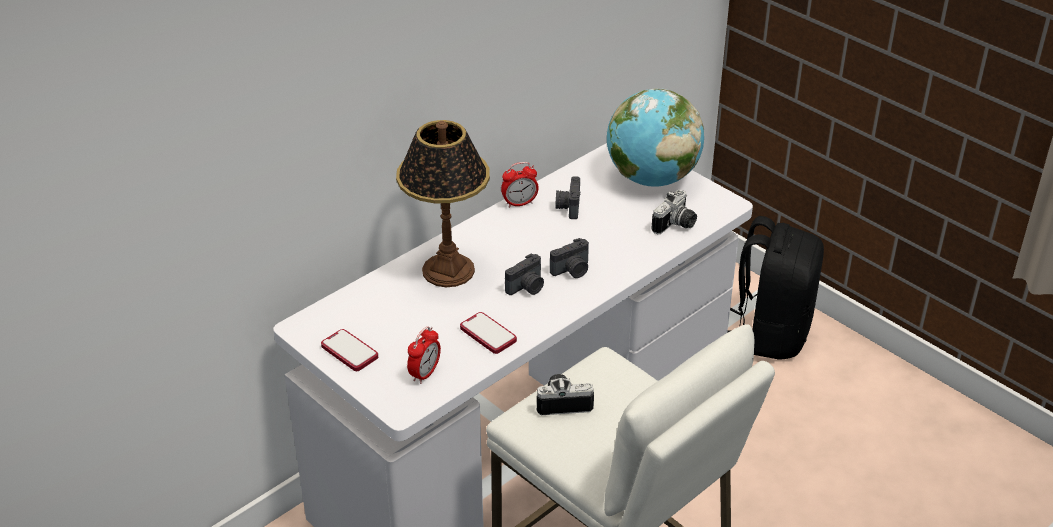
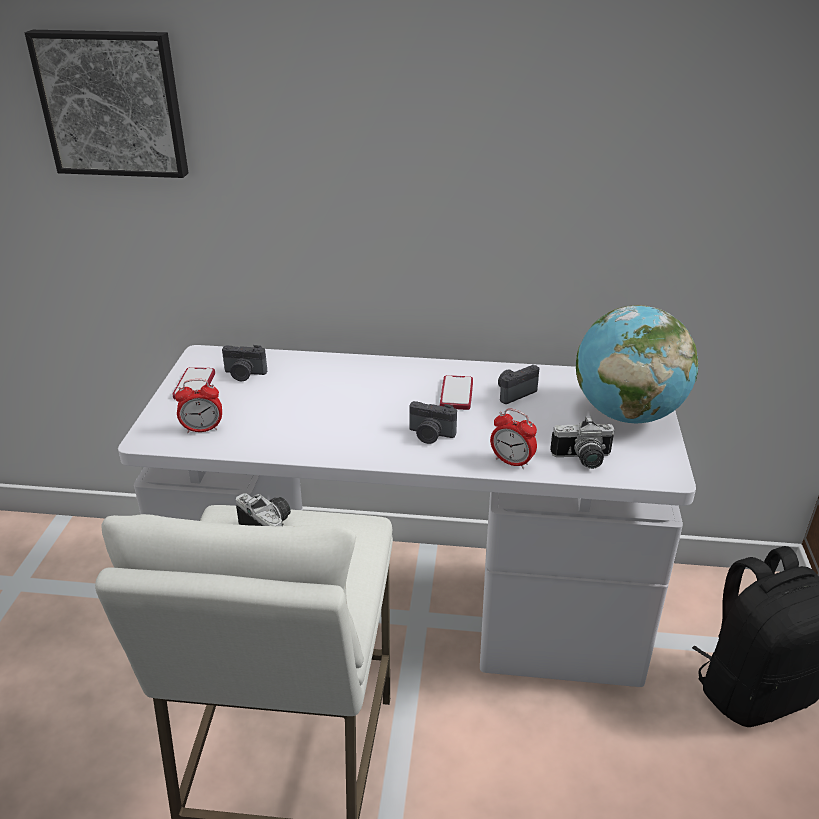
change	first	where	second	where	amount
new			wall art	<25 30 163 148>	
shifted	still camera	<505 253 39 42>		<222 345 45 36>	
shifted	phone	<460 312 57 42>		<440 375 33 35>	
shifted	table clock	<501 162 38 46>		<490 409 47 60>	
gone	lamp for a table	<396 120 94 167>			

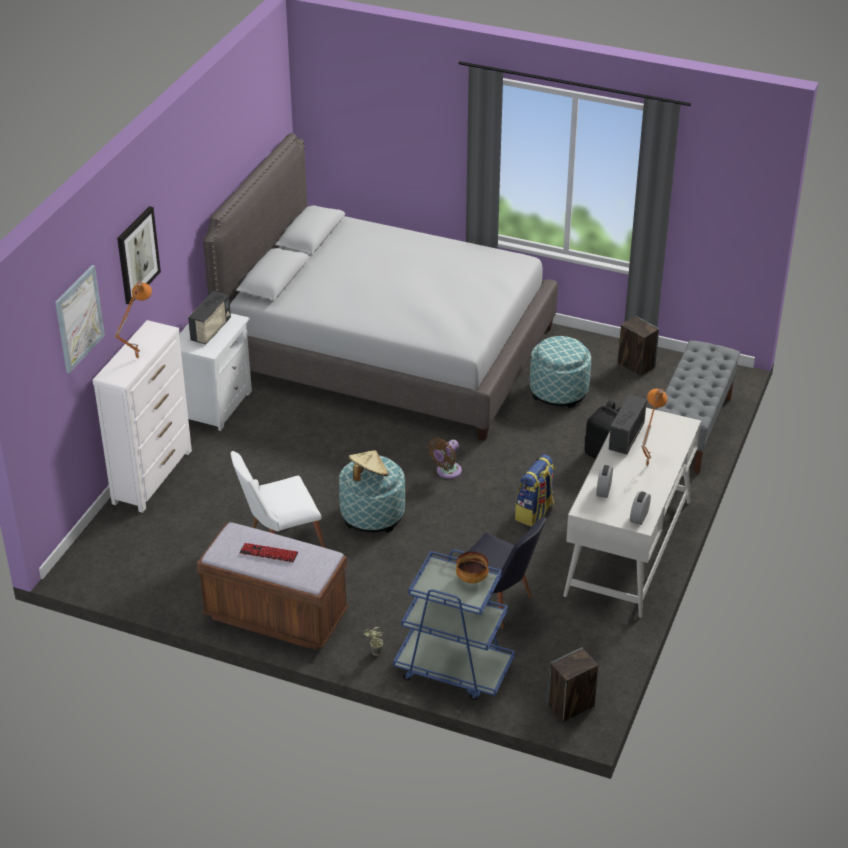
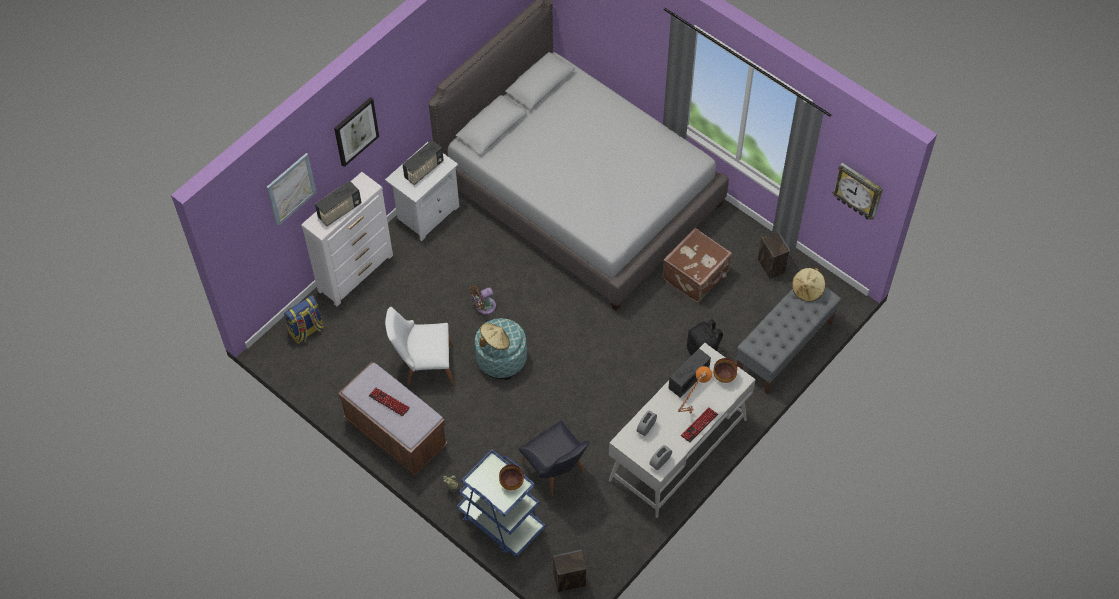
change	first	where	second	where	amount
shifted	knapsack	<515 454 40 73>		<284 295 40 49>	
swapped	orangey lamp for a table	<114 281 38 79>	radio	<315 181 46 45>	
shifted	brown electric fan	<428 438 34 41>		<469 285 27 30>	
swapped	pouffe	<530 336 61 72>	brown piece of luggage	<663 228 69 75>	
new			computer keyboard	<681 407 37 36>	
new			serving bowl	<713 358 24 25>	
new			beige-coloured hat	<792 268 34 34>	
new			clock on the wall	<832 162 51 58>	

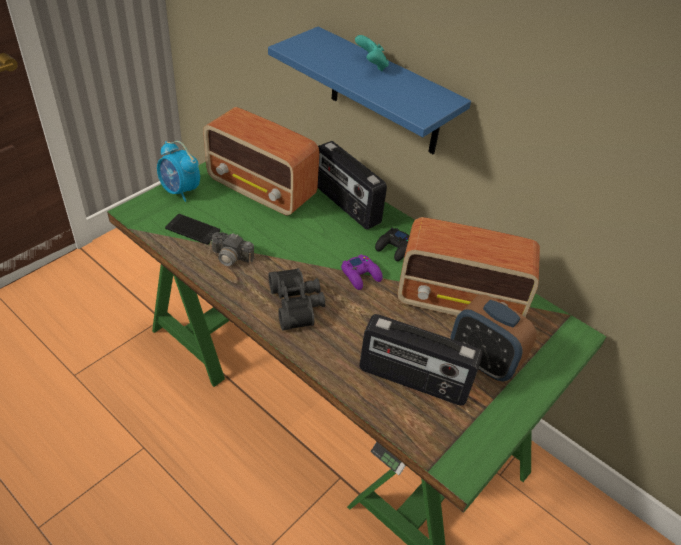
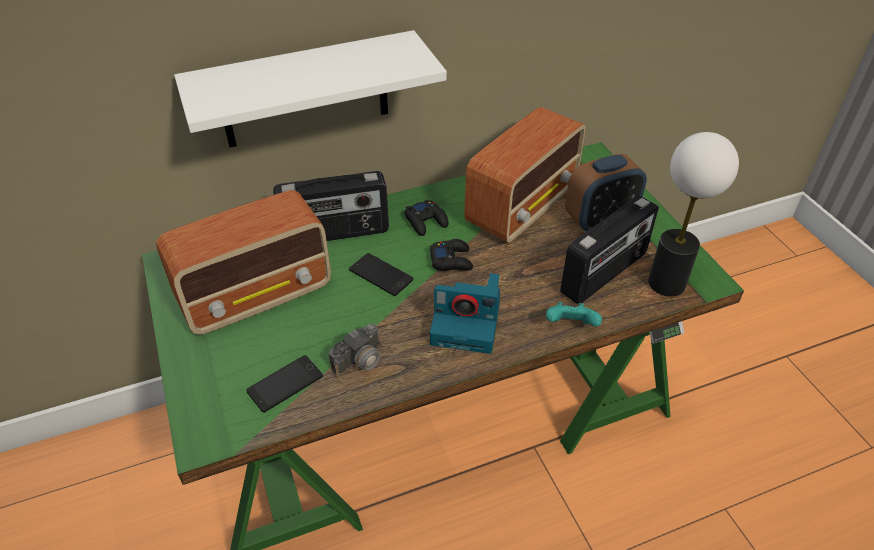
change	first	where	second	where	amount
repainted	blue bracket shelf	<268 26 203 128>	white-coloured bracket shelf	<174 30 273 118>	
new			phone	<349 253 64 43>	
repainted	purple-coloured game controller	<341 254 42 36>	blackish game controller	<430 239 43 32>	
swapped	blackish binoculars	<268 268 57 63>	still camera	<430 273 70 81>	
shifted	turquoise-coloured game controller	<355 35 34 36>		<546 302 56 25>	
new			lamp for a table	<648 132 91 165>	
gone	table clock	<157 141 43 61>			

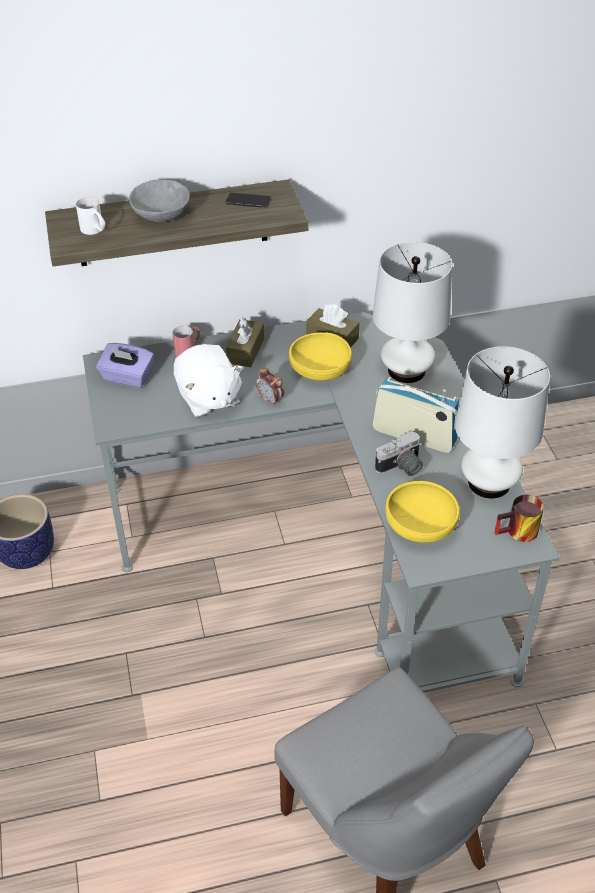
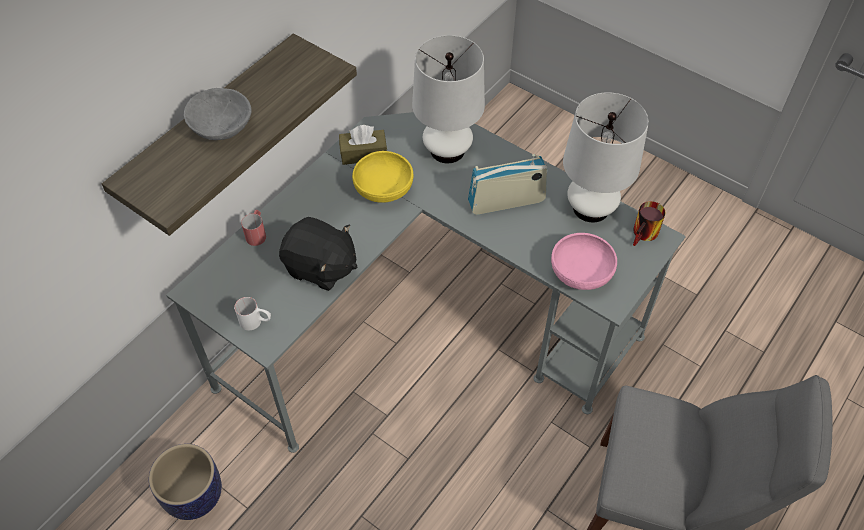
change	first	where	second	where	amount
shifted	white-coloured coffee mug	<76 197 30 38>		<234 297 37 33>	
repainted	white-coloured cuddly toy	<174 344 70 73>	blackish cuddly toy	<279 217 78 74>	
repainted	yellowish serving bowl	<385 481 75 62>	pinkish serving bowl	<551 233 66 57>	
gone	purple-coloured box of tissues	<96 343 58 45>			
gone	phone	<226 193 45 15>			
gone	brown box of tissues	<226 317 38 50>			
gone	table clock	<256 367 28 39>			
gone	still camera	<375 431 48 45>			

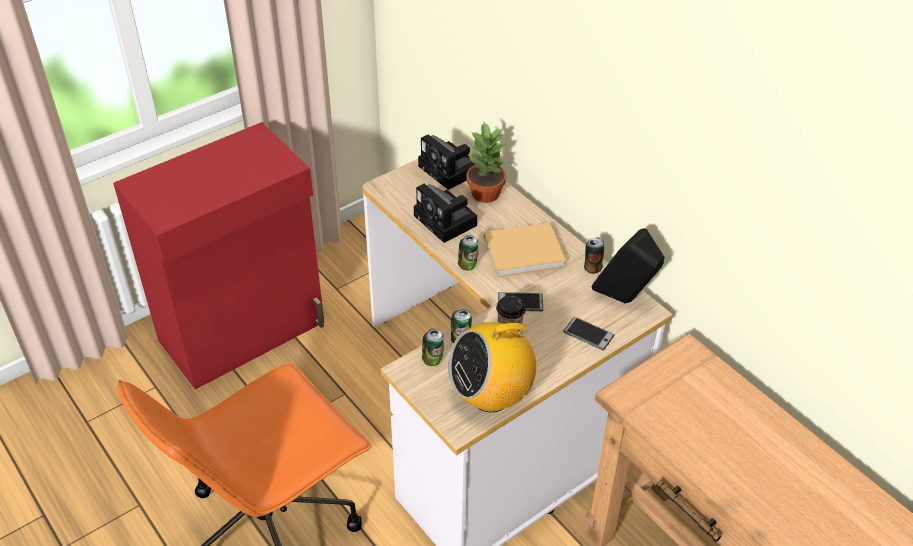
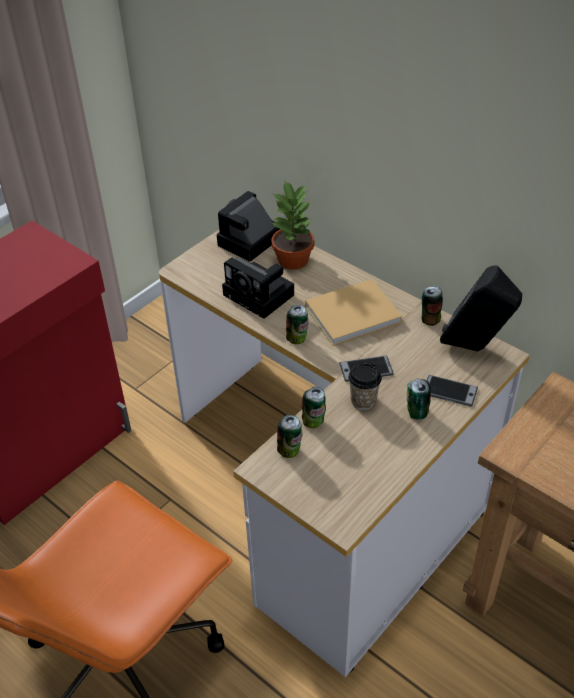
change	first	where	second	where	amount
rotated	still camera	<418 134 58 56>		<217 191 63 71>	90 degrees clockwise
new			sealed can	<407 379 24 40>	
gone	radio	<448 312 88 100>			

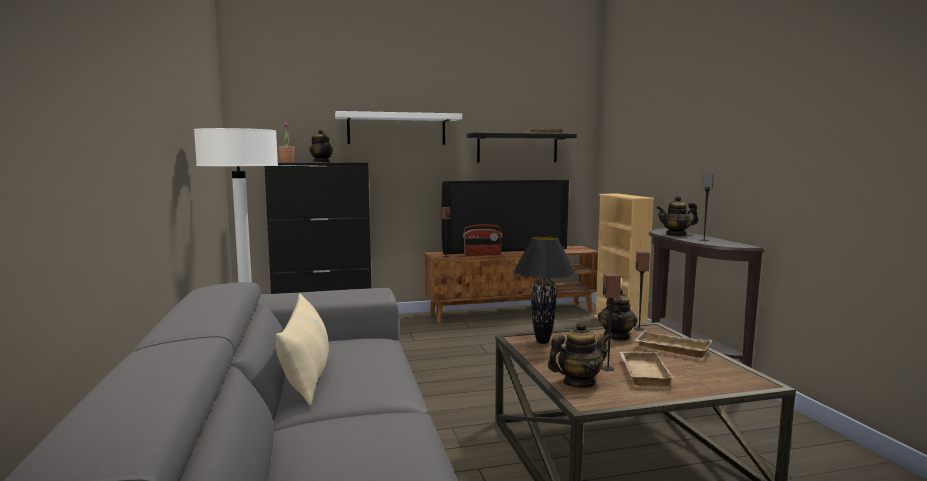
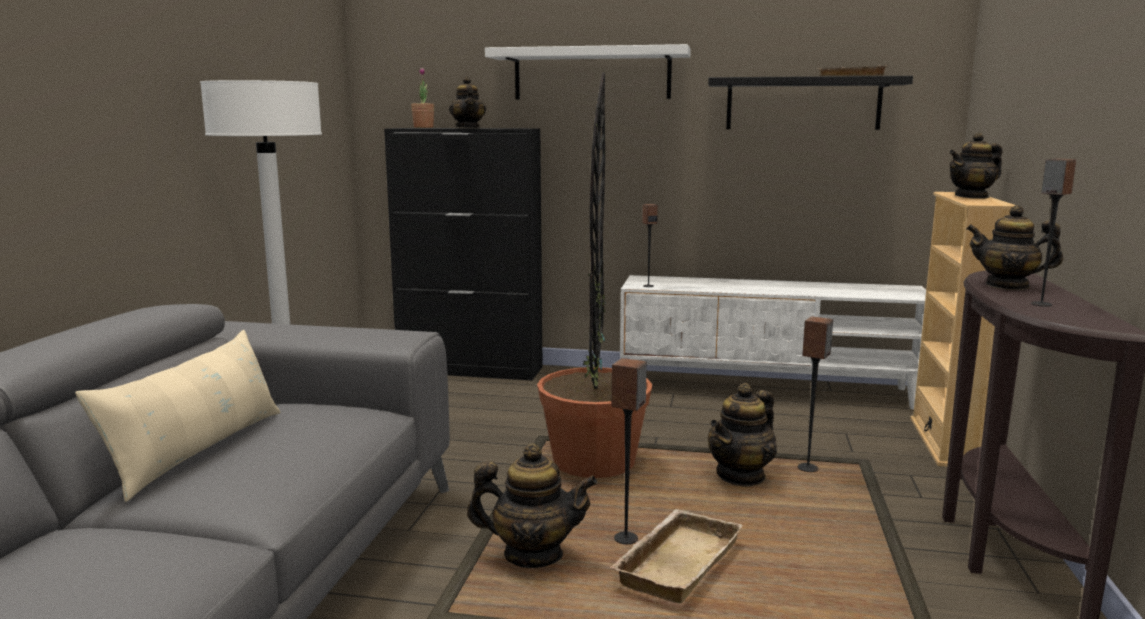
change	first	where	second	where	amount
swapped	blackish lamp for a table	<513 236 63 108>	houseplant	<537 72 115 406>	
repainted	brown tv stand	<424 246 174 77>	white-coloured tv stand	<620 275 306 134>	
new			teapot	<949 132 53 67>	
gone	television	<442 180 127 74>			
gone	radio	<463 224 39 32>			
gone	beige-coloured carrying tray	<635 331 77 27>			

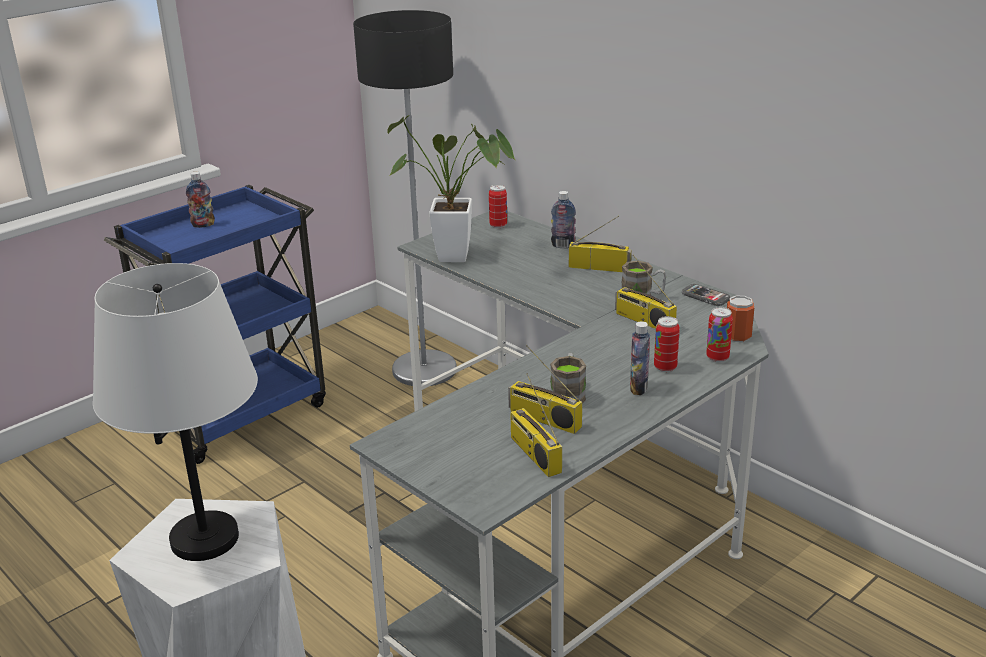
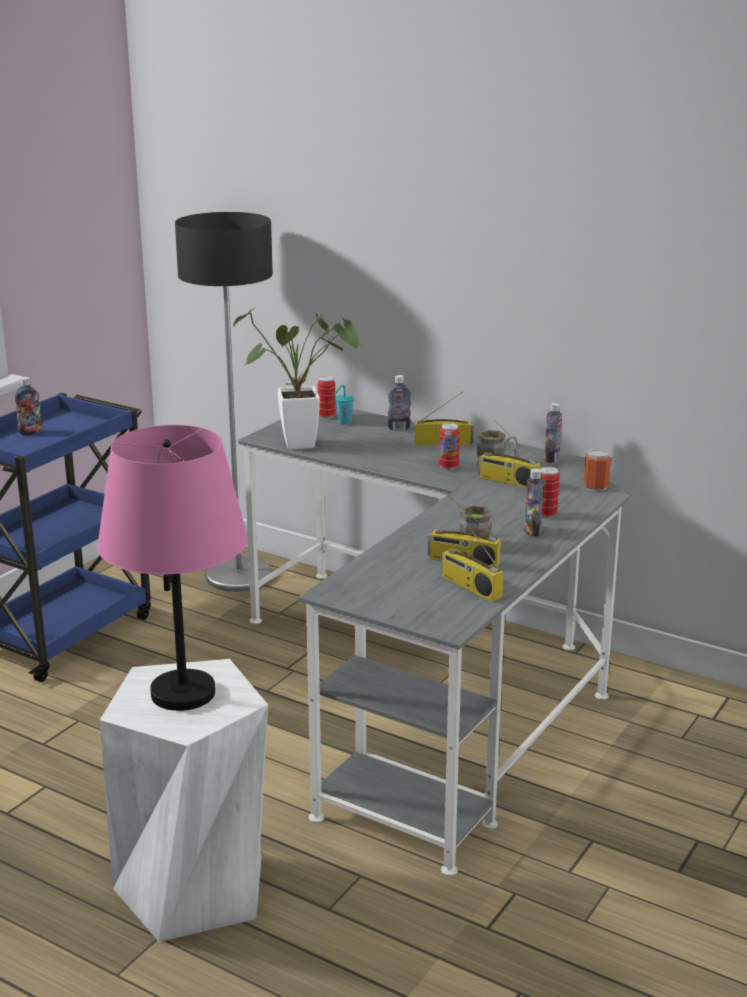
change	first	where	second	where	amount
repainted	white-coloured lamp for a table	<93 263 165 298>	pinkish lamp for a table	<97 425 151 286>	
new			turquoise-coloured small cup	<334 384 20 41>	
shifted	sealed can	<706 307 27 55>		<439 423 21 47>	
swapped	phone	<682 284 49 22>	bottle	<544 403 18 60>	

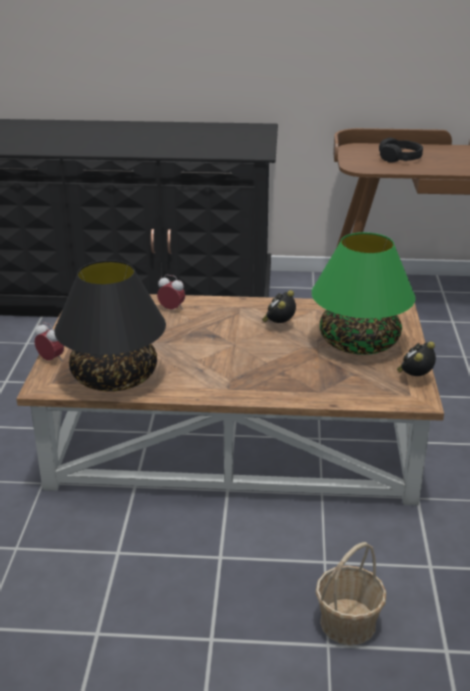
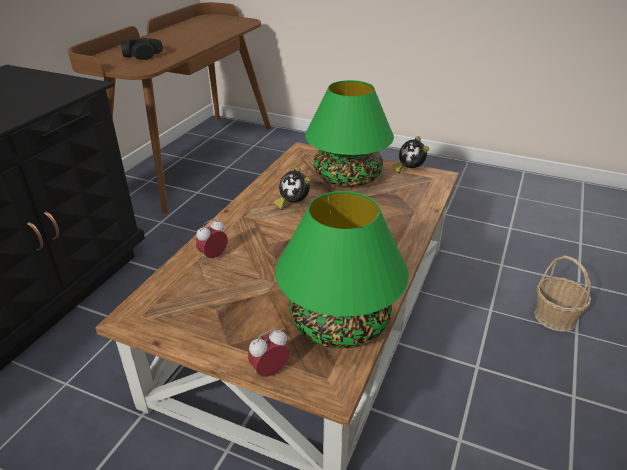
change	first	where	second	where	amount
repainted	blackish lamp for a table	<54 260 112 132>	greenish lamp for a table	<275 191 134 158>	

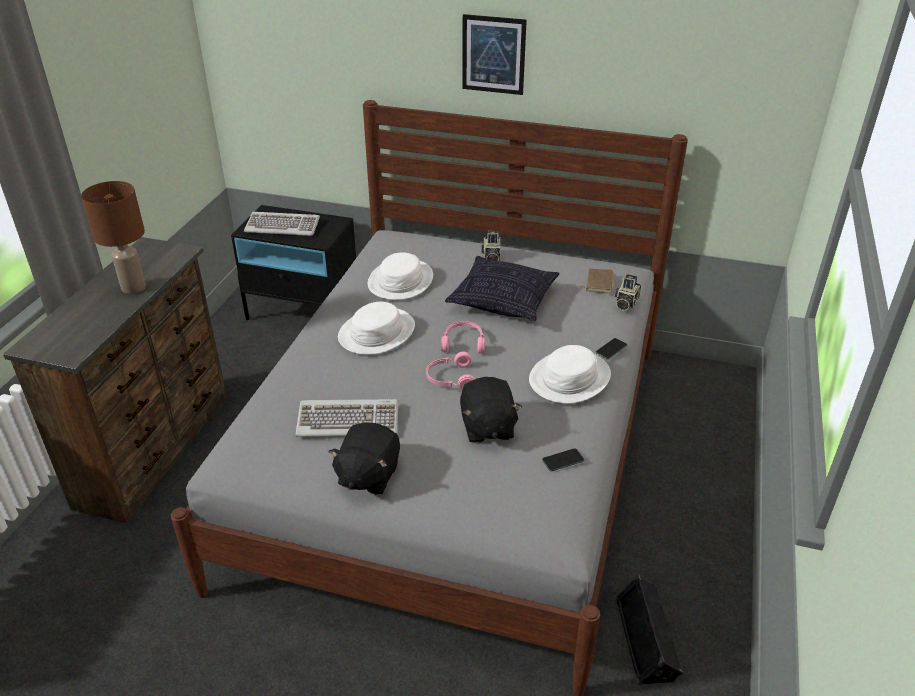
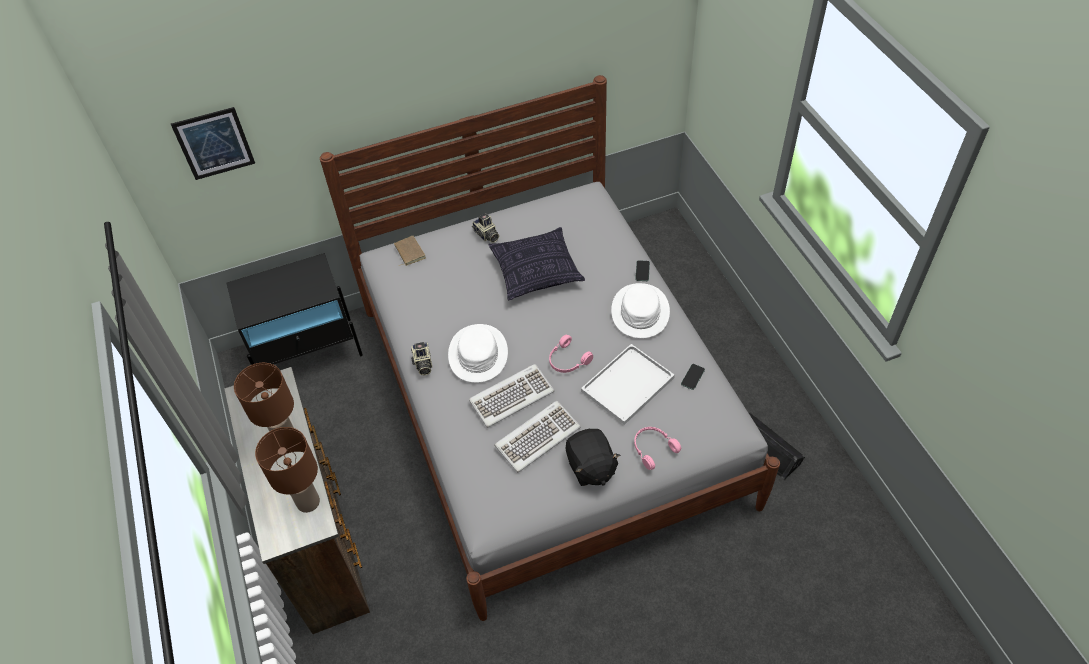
change	first	where	second	where	amount
shifted	wall art	<462 14 65 81>		<171 107 84 73>	
new			brown lamp for a table	<255 427 65 86>	
shifted	brown volume	<579 268 35 26>		<394 236 32 30>	
shifted	still camera	<615 274 26 37>		<411 342 21 33>	
shifted	computer keyboard	<244 212 76 24>		<469 364 85 64>	
swapped	blackish cuddly toy	<460 377 62 66>	white-coloured carrying tray	<581 344 94 81>	
shifted	pinkish headset	<441 321 44 33>		<634 427 47 43>	
gone	white-coloured hat	<368 253 65 47>			

